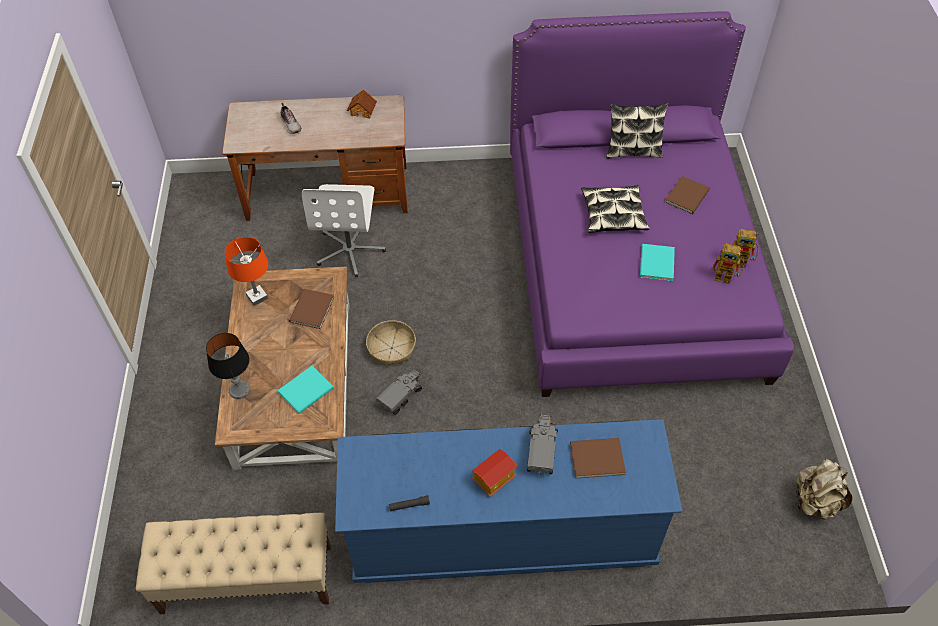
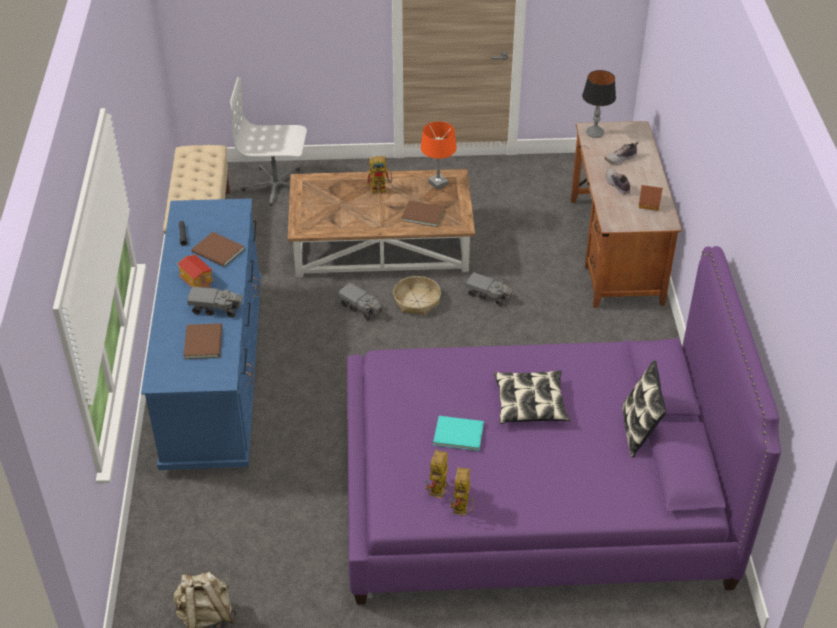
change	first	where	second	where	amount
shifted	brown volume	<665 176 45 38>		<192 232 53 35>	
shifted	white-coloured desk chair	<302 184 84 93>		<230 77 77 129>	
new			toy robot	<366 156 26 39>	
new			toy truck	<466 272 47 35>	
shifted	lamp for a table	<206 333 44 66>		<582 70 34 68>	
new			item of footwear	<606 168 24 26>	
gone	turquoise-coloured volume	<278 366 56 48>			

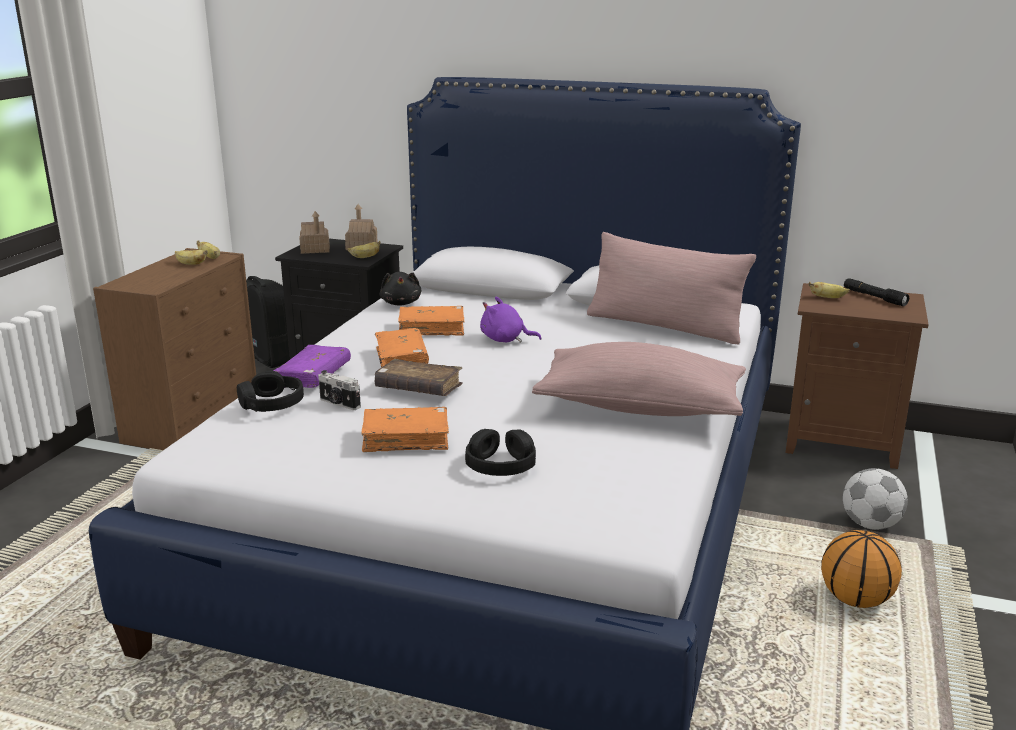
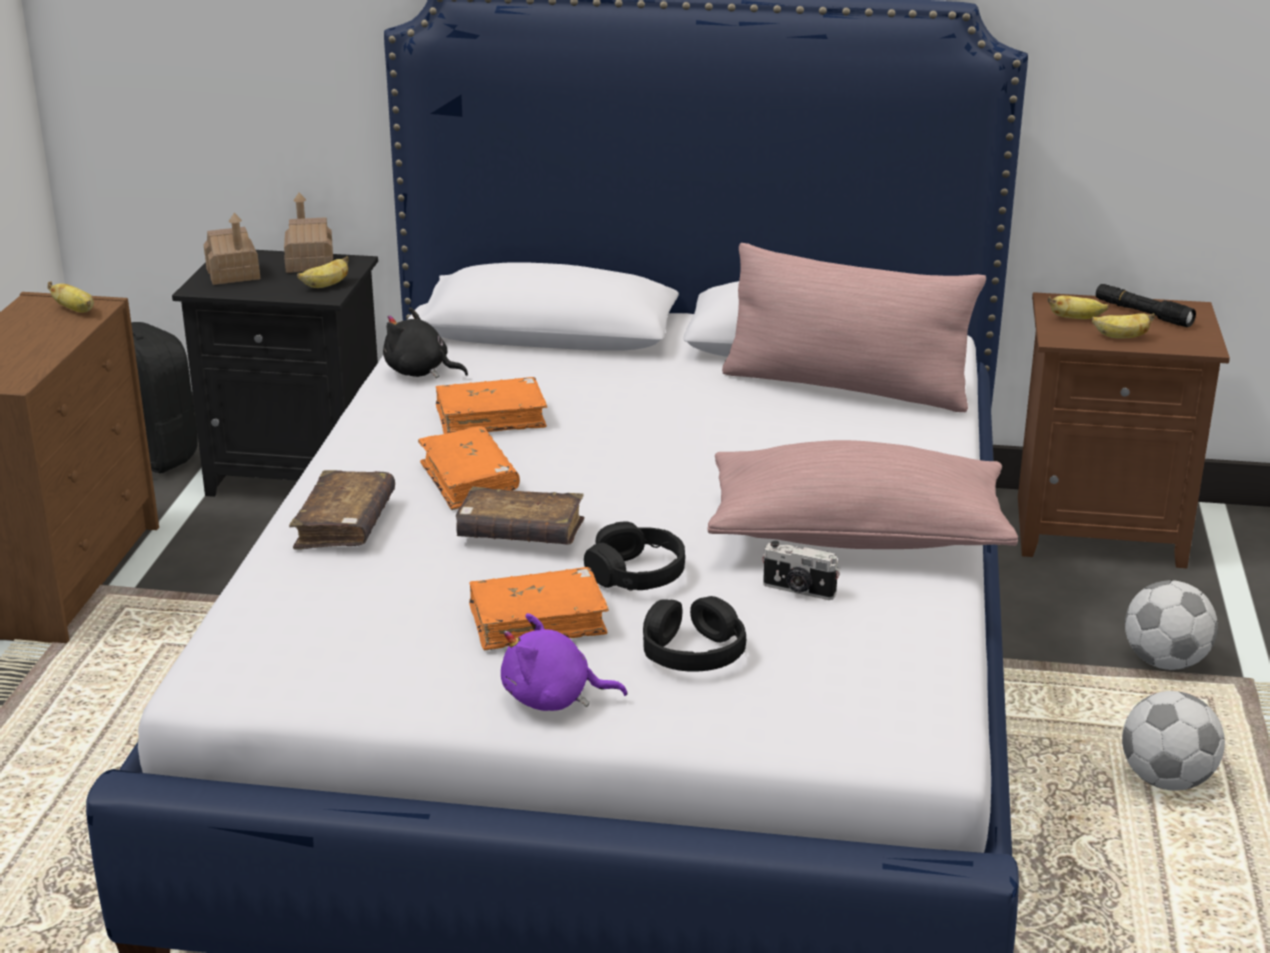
change	first	where	second	where	amount
repainted	purple-coloured volume	<273 345 78 43>	brown volume	<289 470 106 79>	
rotated	blackish cuddly toy	<380 272 42 34>		<383 307 85 71>	135 degrees clockwise
shifted	purple-coloured cuddly toy	<480 297 62 46>		<501 613 126 98>	
shifted	blackish headset	<237 371 67 41>		<584 522 101 69>	
shifted	still camera	<318 370 43 40>		<762 541 78 59>	
shifted	whole banana	<175 250 33 15>		<1092 313 63 26>	
swapped	ball for basketball	<821 530 81 78>	football ball	<1122 691 103 100>	

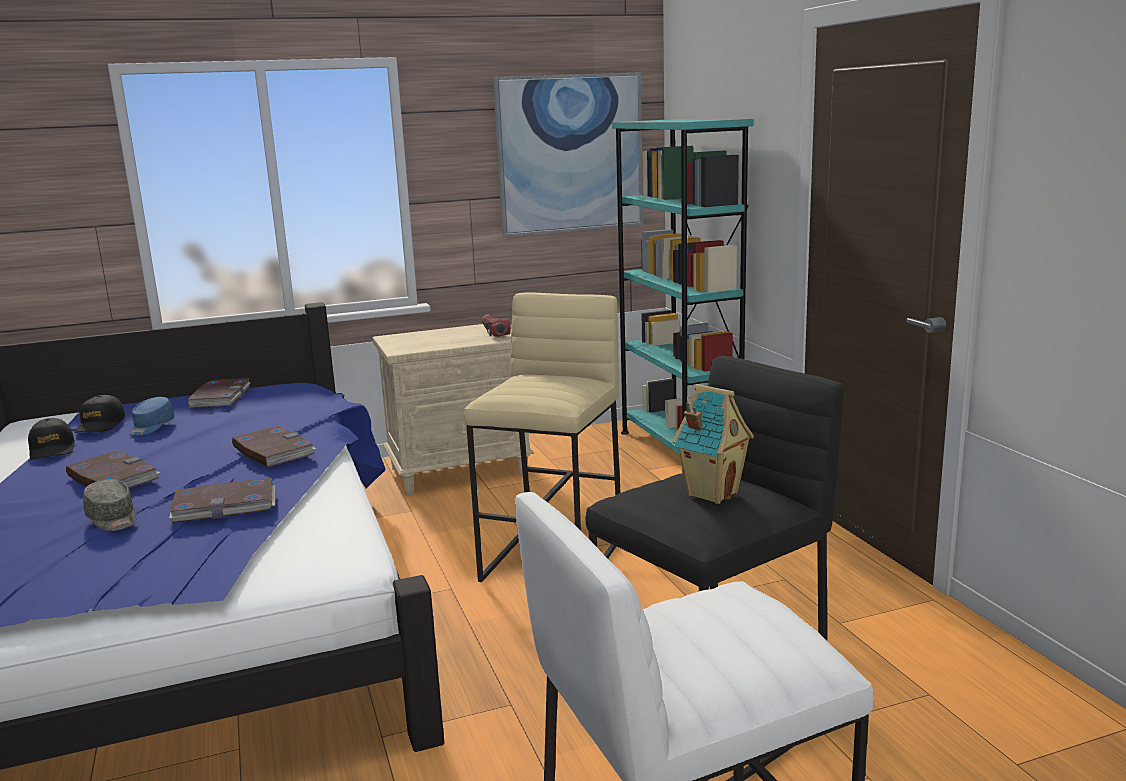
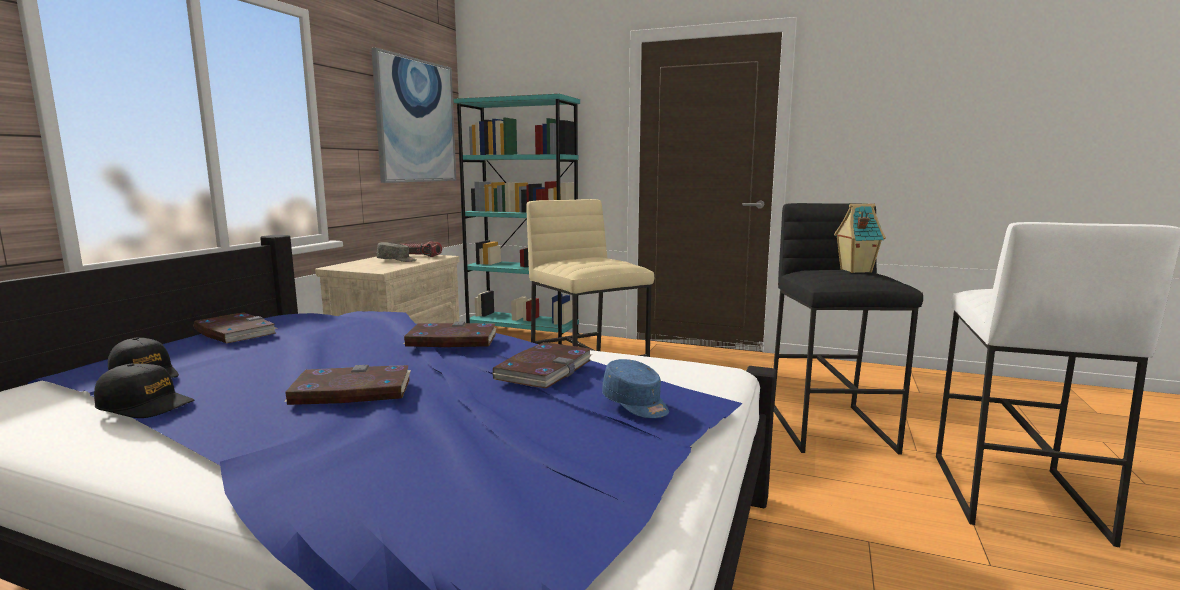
change	first	where	second	where	amount
shifted	grey cap	<83 479 54 52>		<377 242 39 20>	
shifted	blue cap	<130 397 45 39>		<602 359 67 59>	

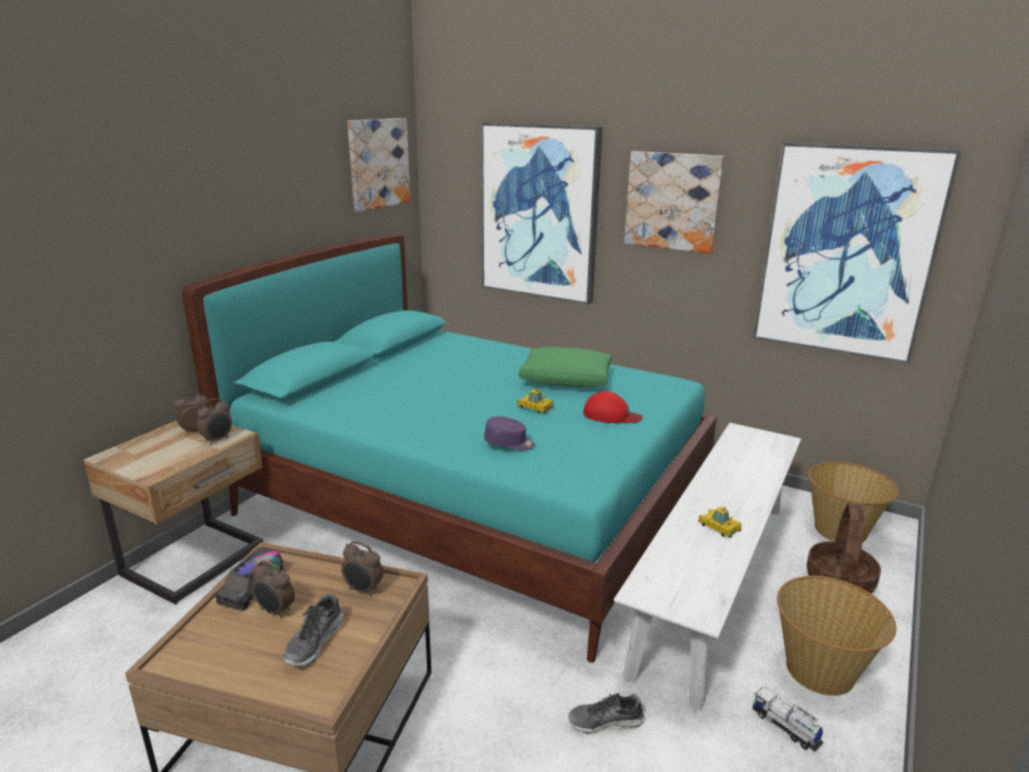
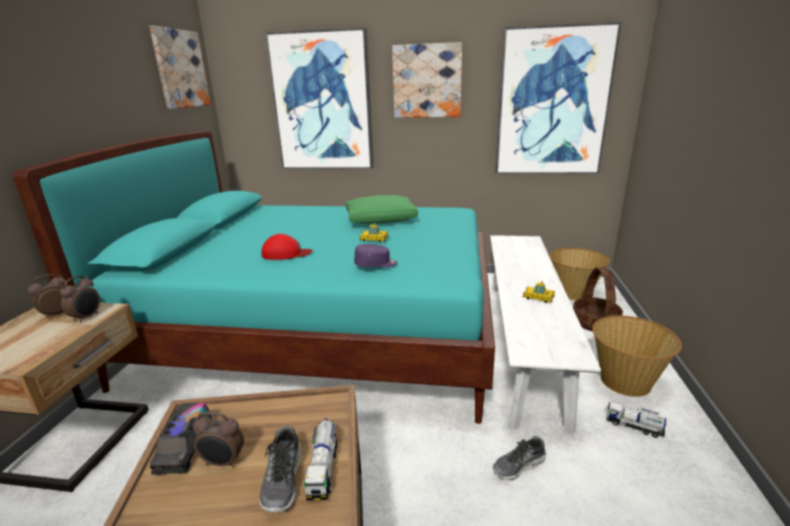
change	first	where	second	where	amount
shifted	reddish cap	<583 391 60 32>		<262 234 51 26>	
new			toy truck	<304 418 33 82>	
gone	table clock	<341 541 42 55>			

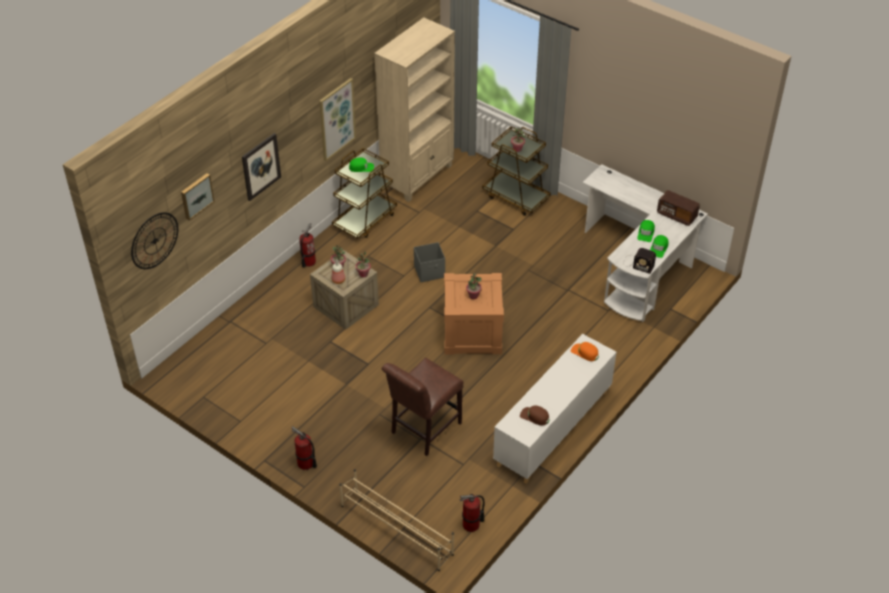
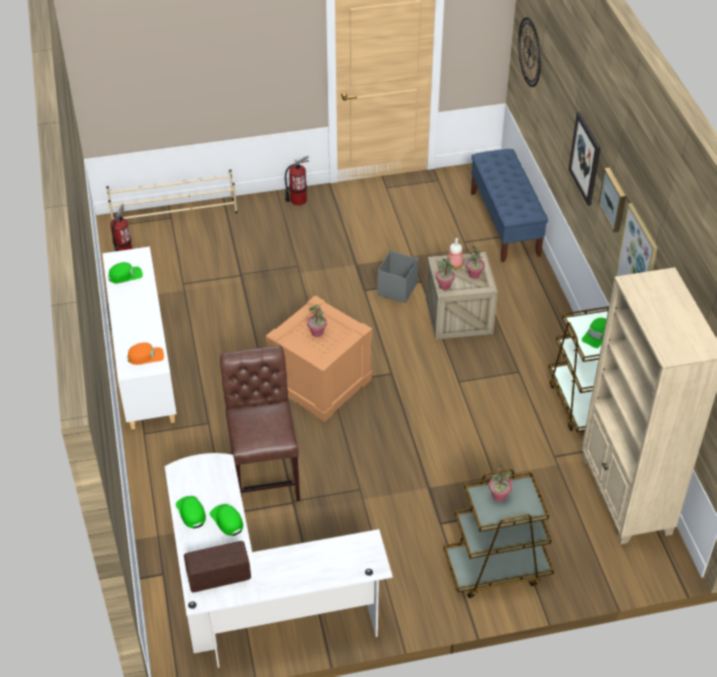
change	first	where	second	where	amount
repainted	brown cap	<520 405 30 20>	greenish cap	<108 262 35 21>	
shifted	brown chair	<382 357 81 99>		<220 346 80 156>	
shifted	grey storage container	<414 242 31 40>		<377 251 41 52>	
new			blue long seat	<471 149 77 113>	
shifted	wall art	<181 173 34 48>		<598 167 28 65>	
gone	fire extinguisher	<299 223 17 44>			
gone	radio	<624 248 32 26>			

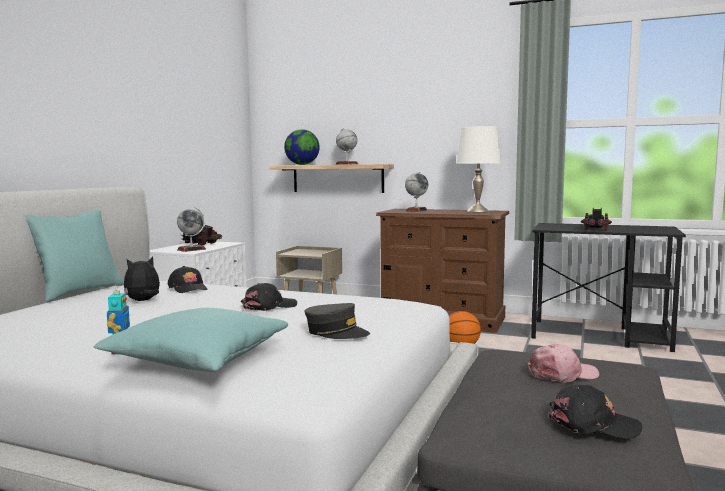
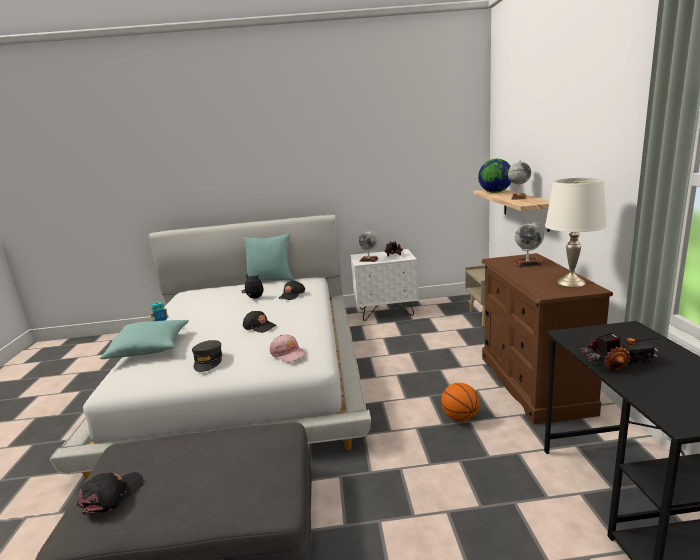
change	first	where	second	where	amount
rotated	blackish cap	<549 385 93 53>		<77 472 67 43>	135 degrees counterclockwise
shifted	pinkish cap	<528 344 71 39>		<269 335 38 27>	

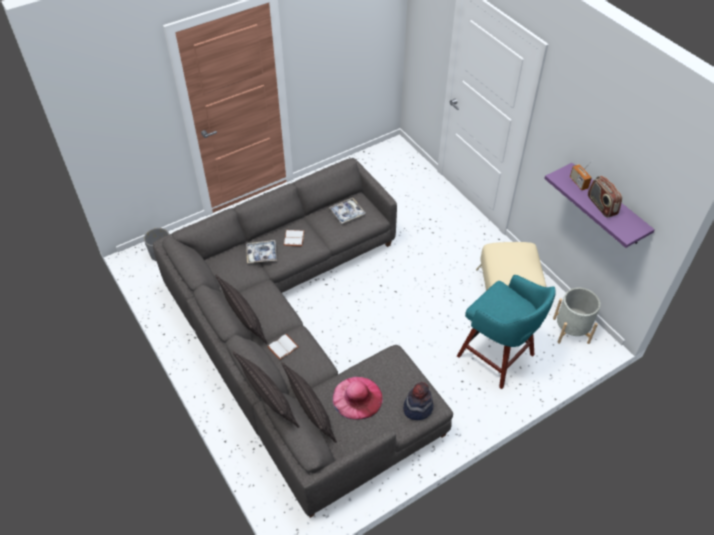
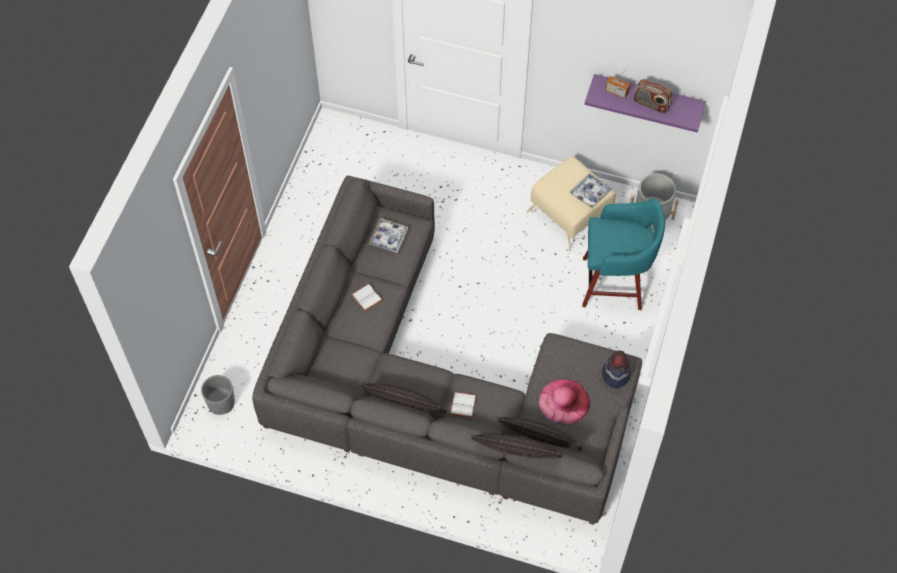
change	first	where	second	where	amount
shifted	carrying tray	<246 240 31 23>		<570 173 42 36>	

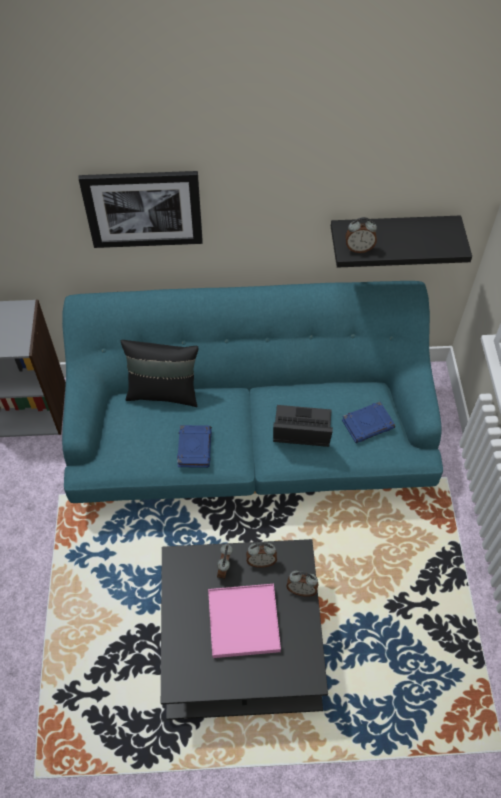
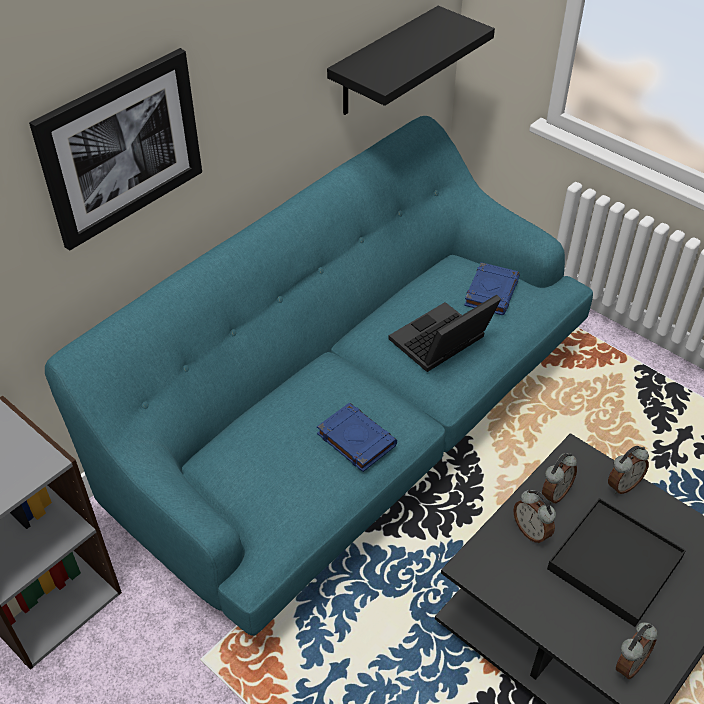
change	first	where	second	where	amount
repainted	pinkish carrying tray	<208 584 73 74>	blackish carrying tray	<547 498 139 129>	
shifted	table clock	<345 217 32 36>		<616 622 42 57>	
gone	blackish throw pillow	<121 340 77 67>			

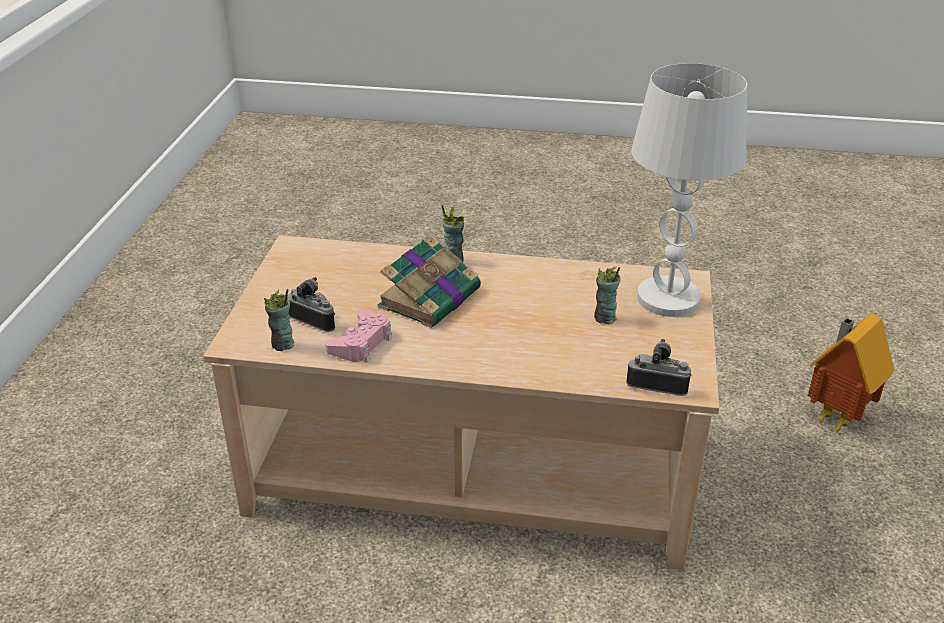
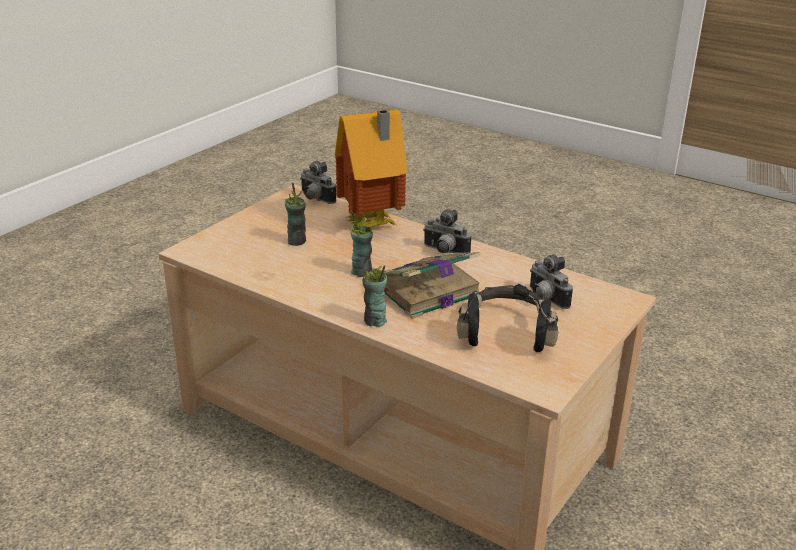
change	first	where	second	where	amount
shifted	toy house	<808 314 86 120>		<335 110 73 117>	
shifted	small cup	<264 289 30 62>		<350 212 23 65>	
new			still camera	<423 209 48 44>	
new			blackish headset	<457 284 101 68>	
gone	pinkish game controller	<325 310 67 53>			
gone	white-coloured lamp for a table	<631 63 116 254>			

